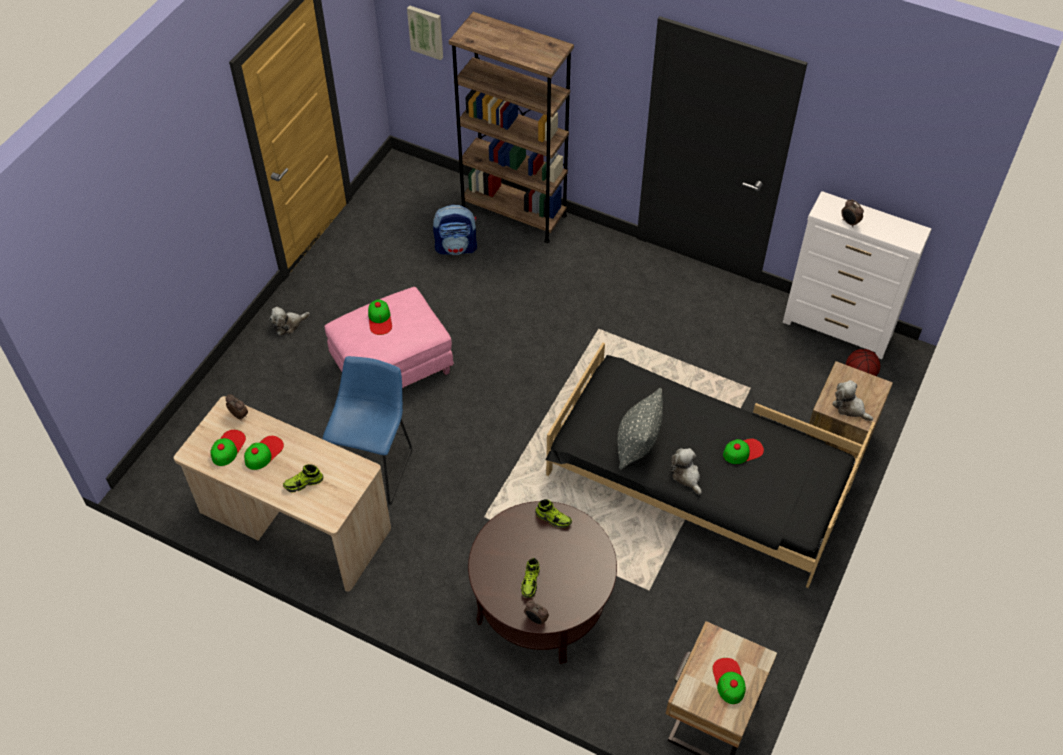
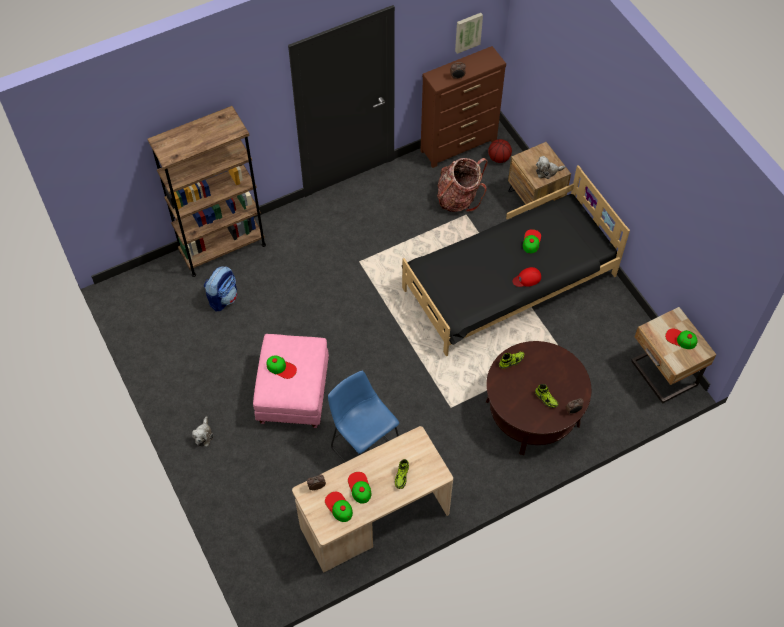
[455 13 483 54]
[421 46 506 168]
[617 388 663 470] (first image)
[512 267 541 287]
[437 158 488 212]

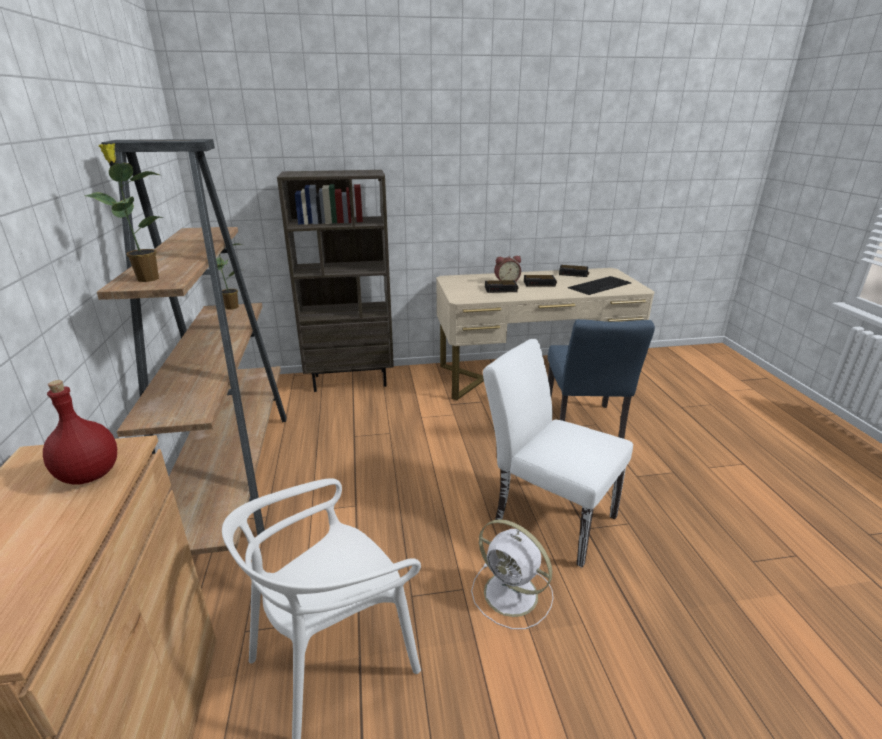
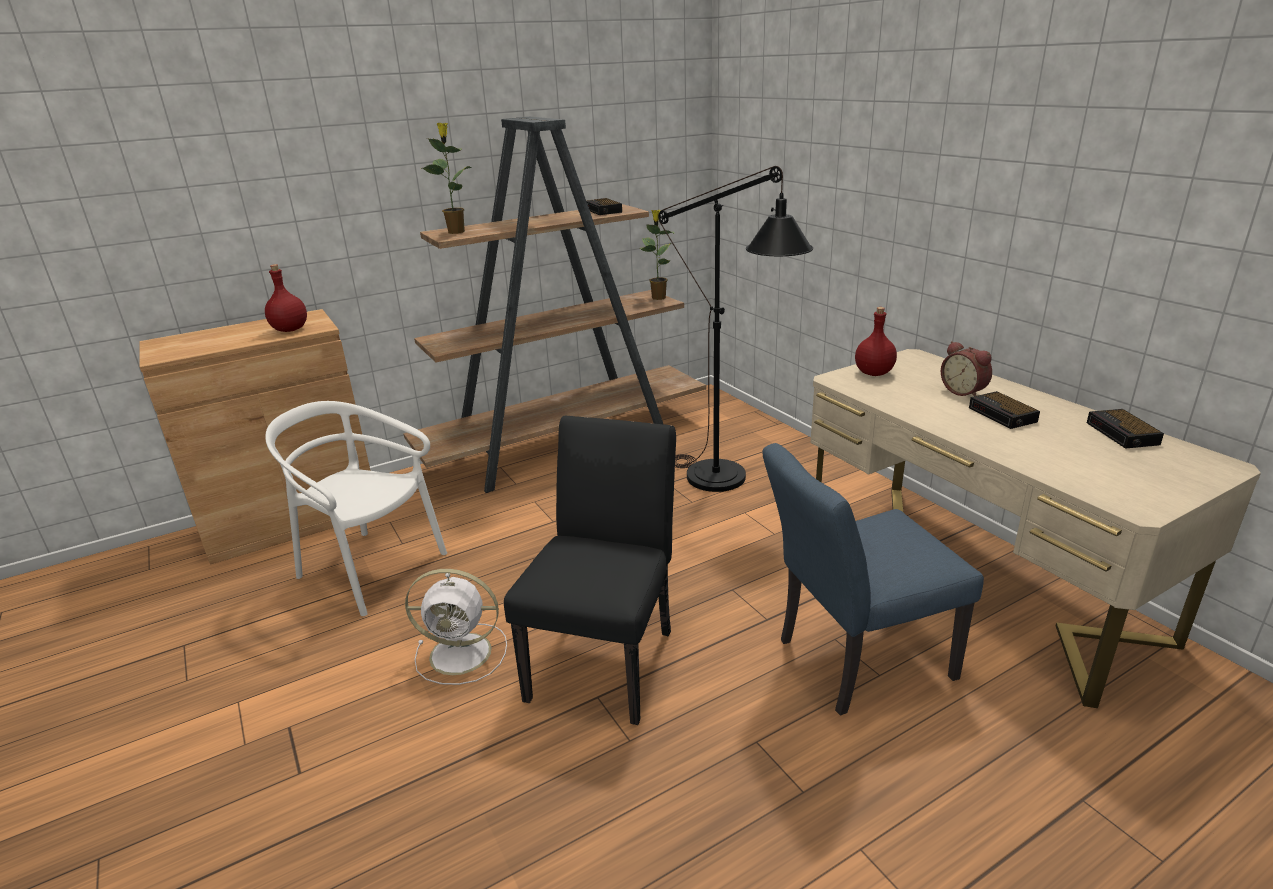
[277 170 394 392] (first image)
[568 276 631 295] (first image)
[586 198 622 215]
[504 416 676 725]
[405 569 507 685]
[658 166 813 492]
[855 307 897 376]

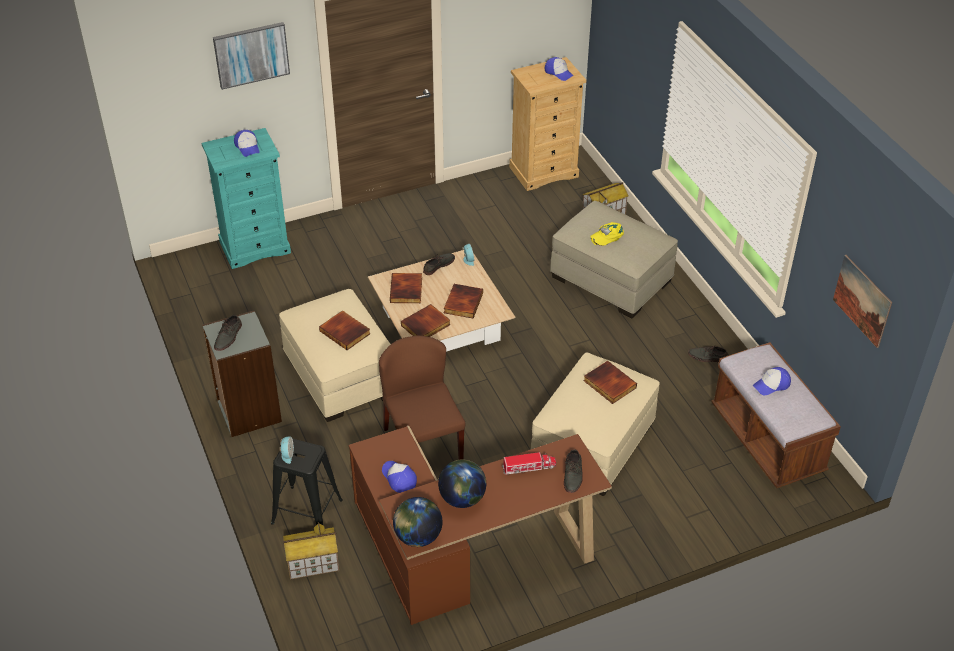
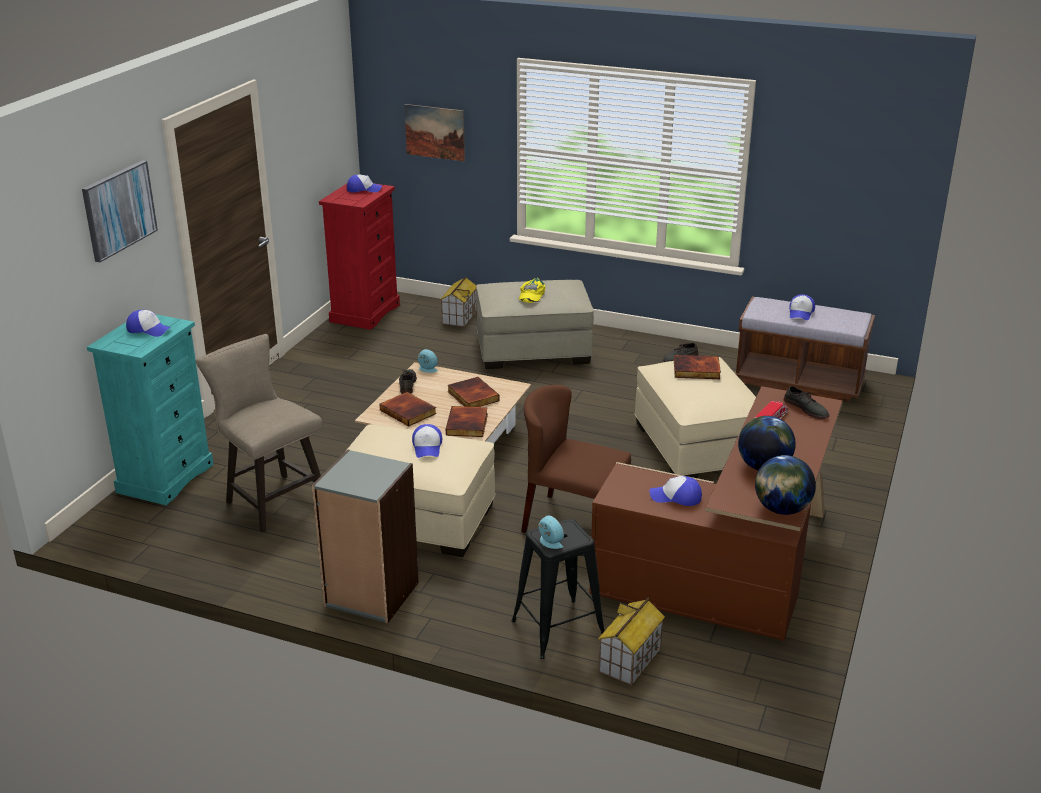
[319 183 400 330]
[404 104 465 161]
[412 424 442 458]
[214 315 242 351] (first image)
[195 334 323 533]

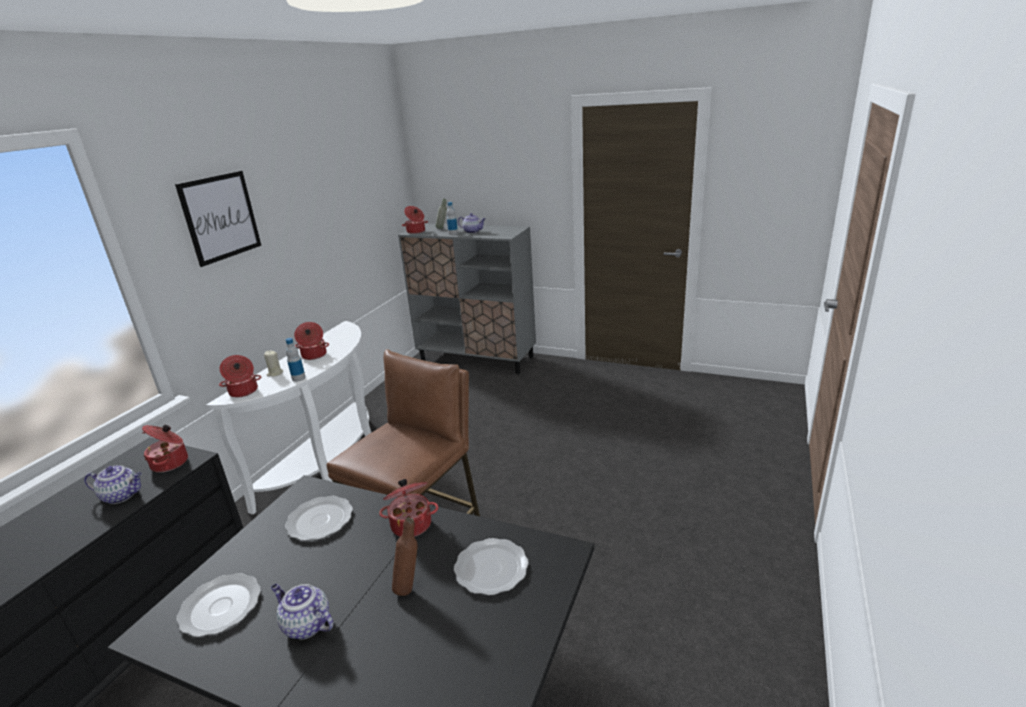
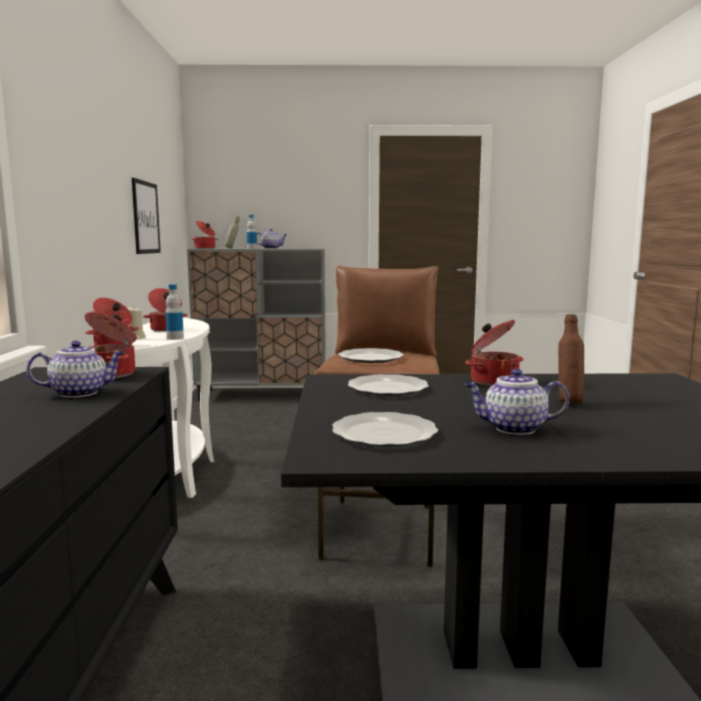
[132 178 161 254]
[338 348 404 363]

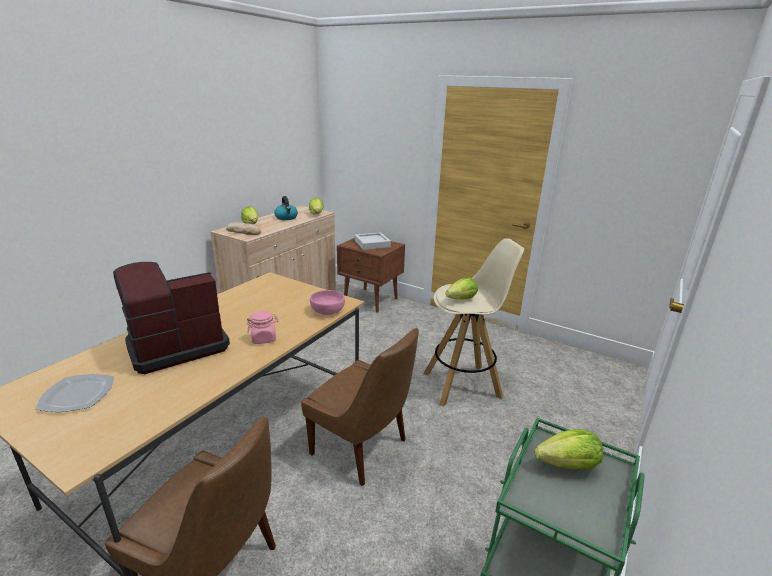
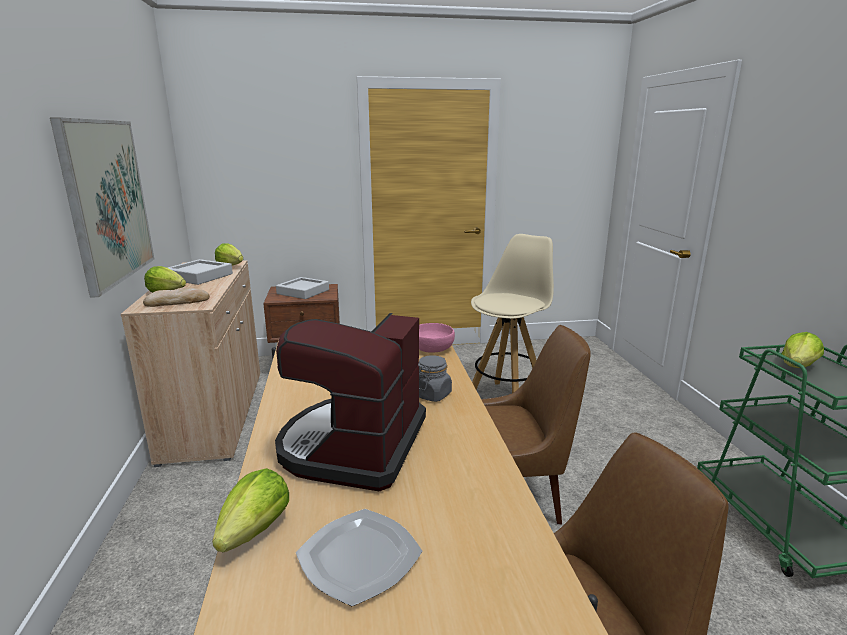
[168 259 233 285]
[212 468 289 552]
[418 355 452 402]
[50 117 154 298]

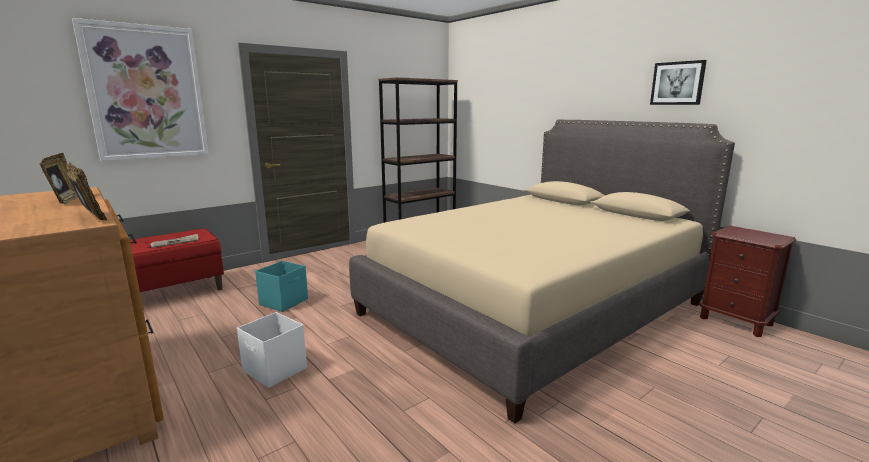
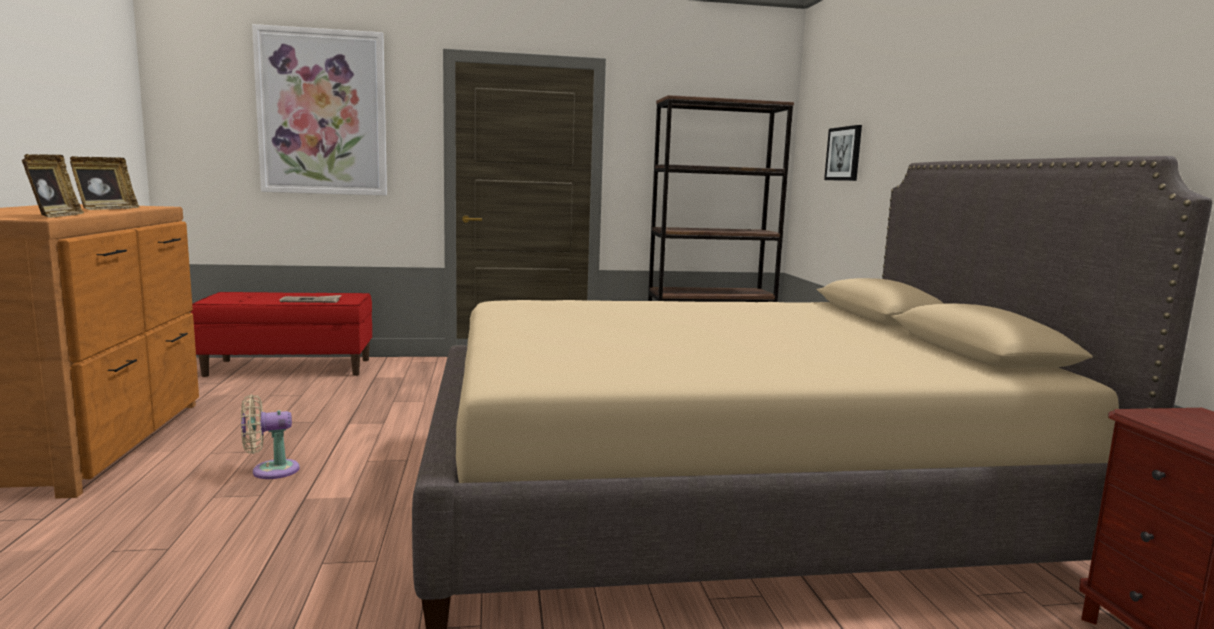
[824 125 862 181]
[255 261 308 312] (first image)
[241 394 300 479]

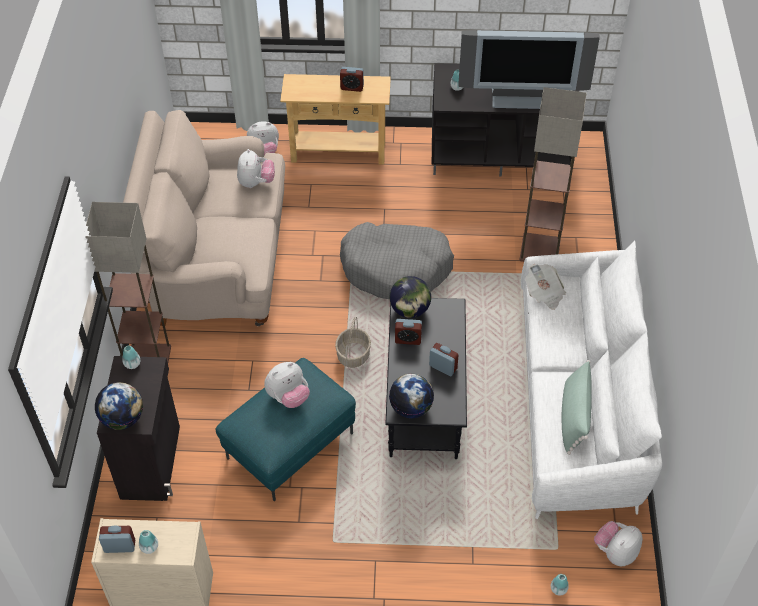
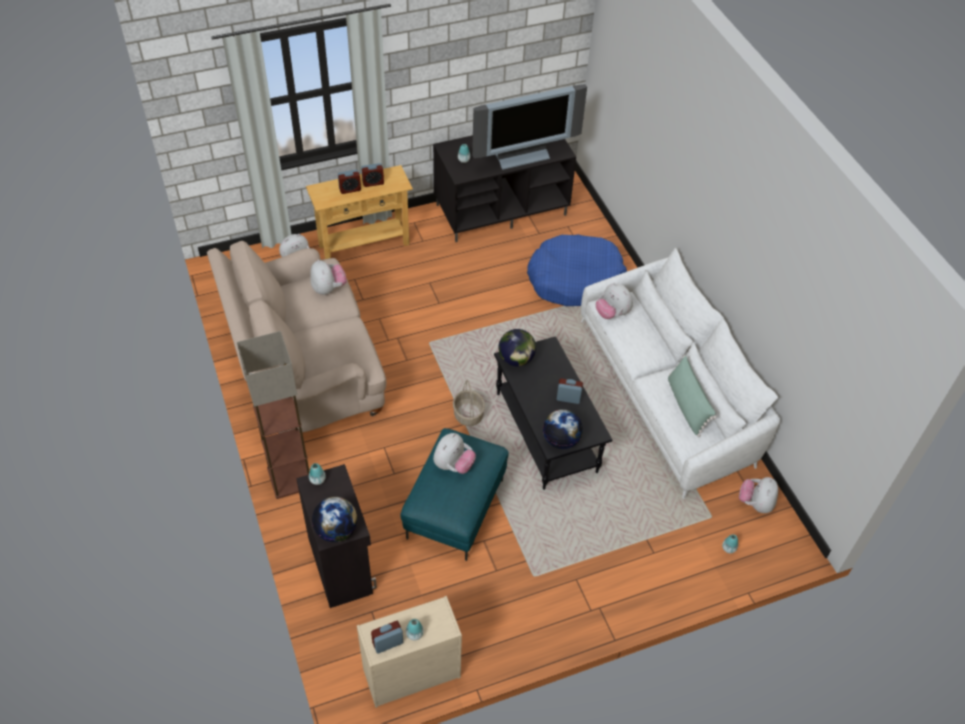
[527 234 627 306]
[340 222 454 299] (first image)
[596 283 633 319]
[338 170 361 194]

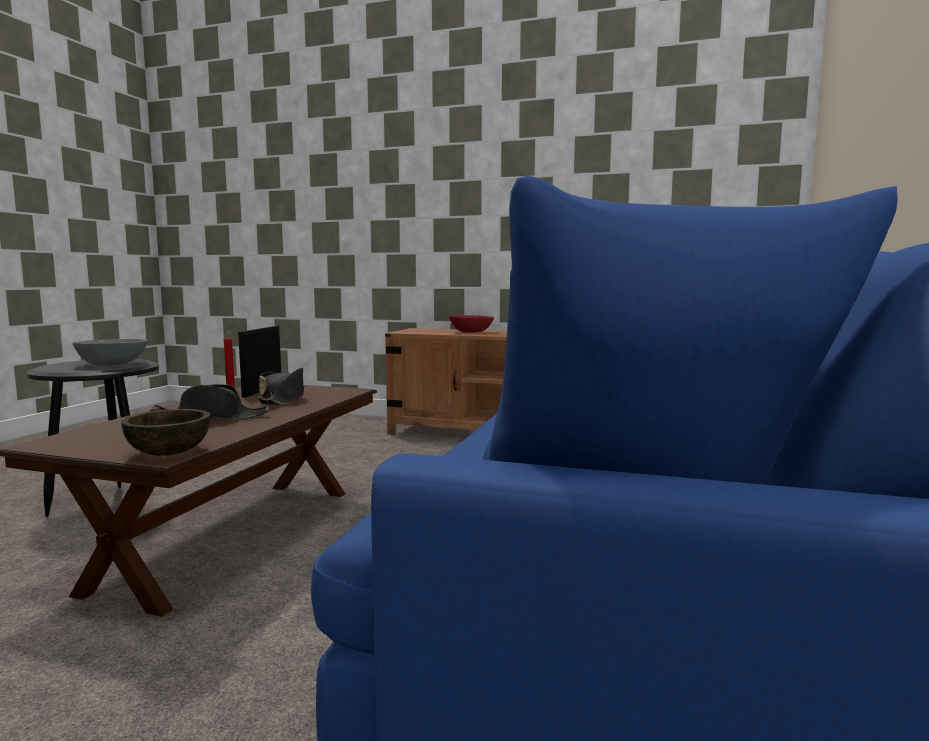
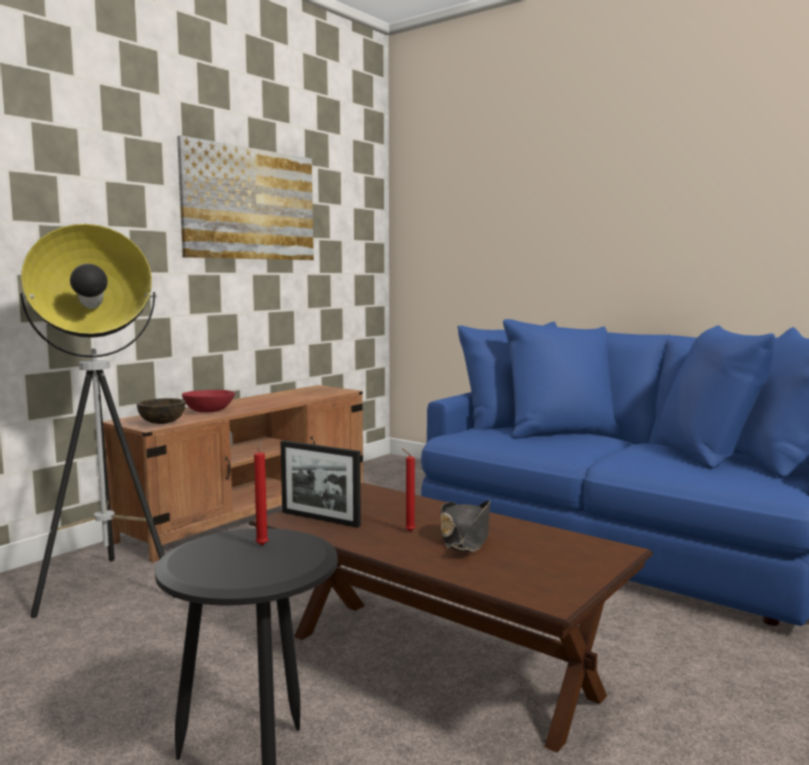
[254 441 269 546]
[258 368 304 405] (first image)
[137 398 186 424]
[177 135 314 260]
[20 224 175 618]

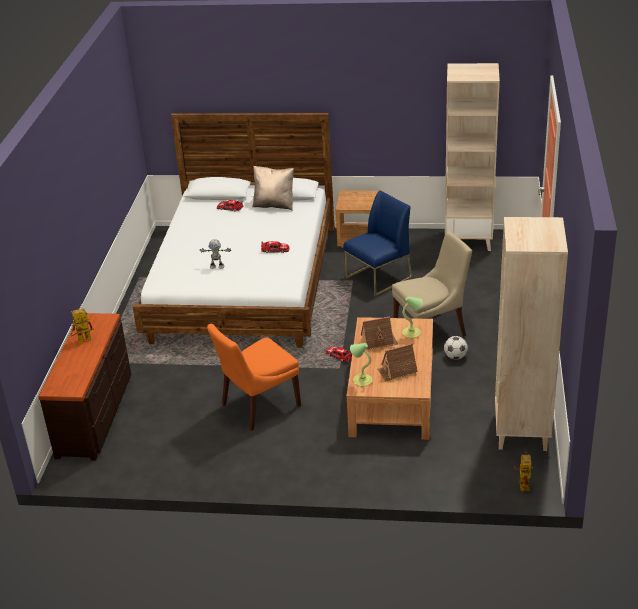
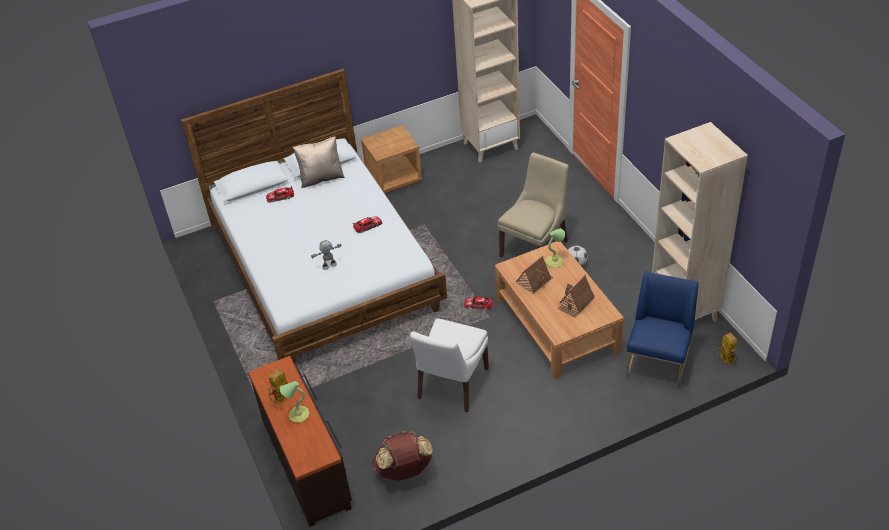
[626 271 698 389]
[410 319 489 412]
[280 381 309 422]
[372 430 433 481]

